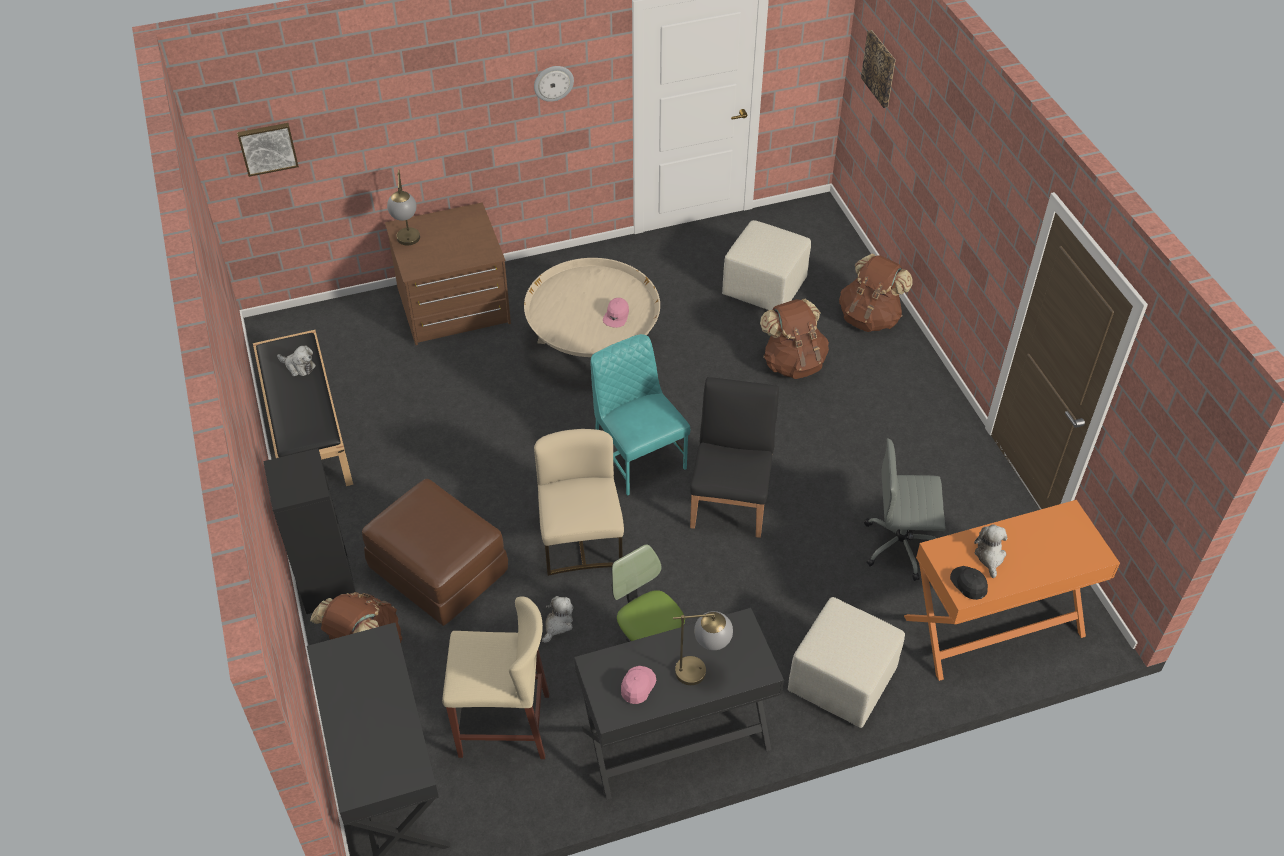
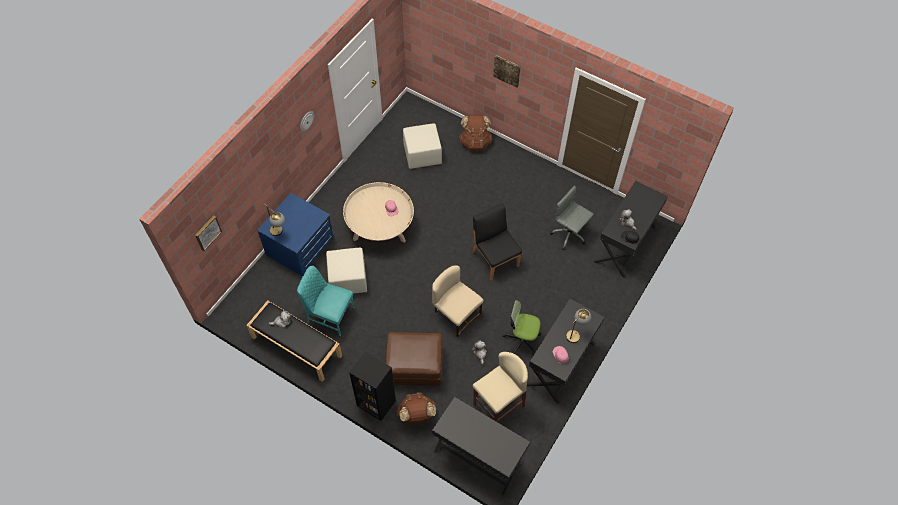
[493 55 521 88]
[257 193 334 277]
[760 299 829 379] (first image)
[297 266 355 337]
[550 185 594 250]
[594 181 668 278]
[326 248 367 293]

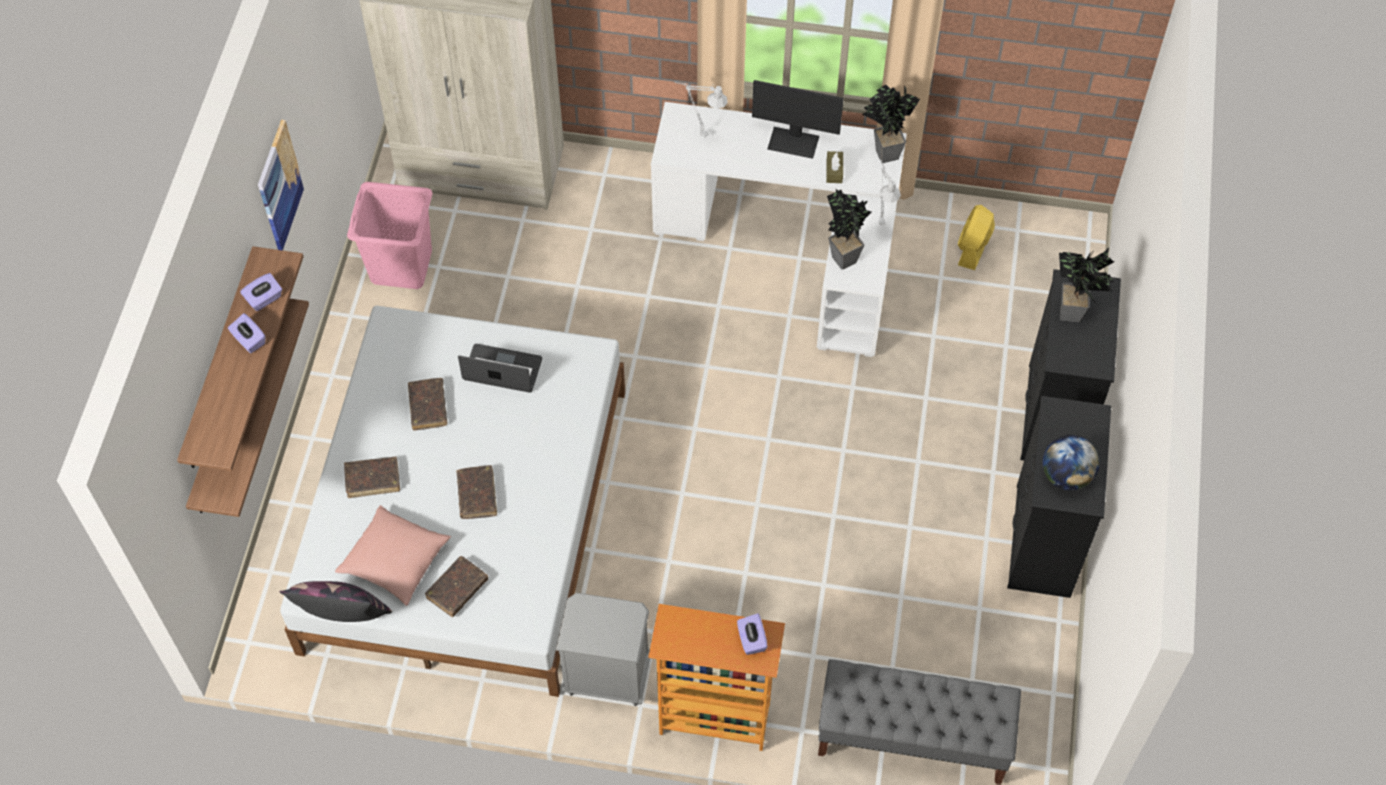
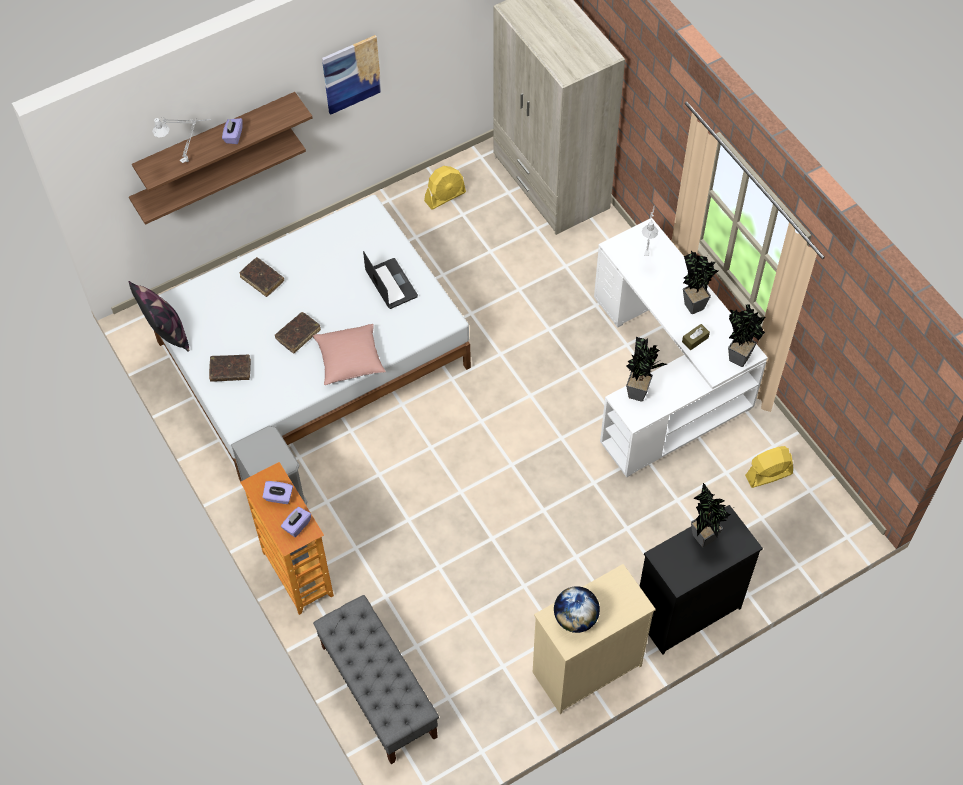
[683 251 718 314]
[152 118 211 163]
[424 166 466 210]
[263 481 293 504]
[408 378 447 431] (first image)
[533 564 656 714]
[313 324 386 385]

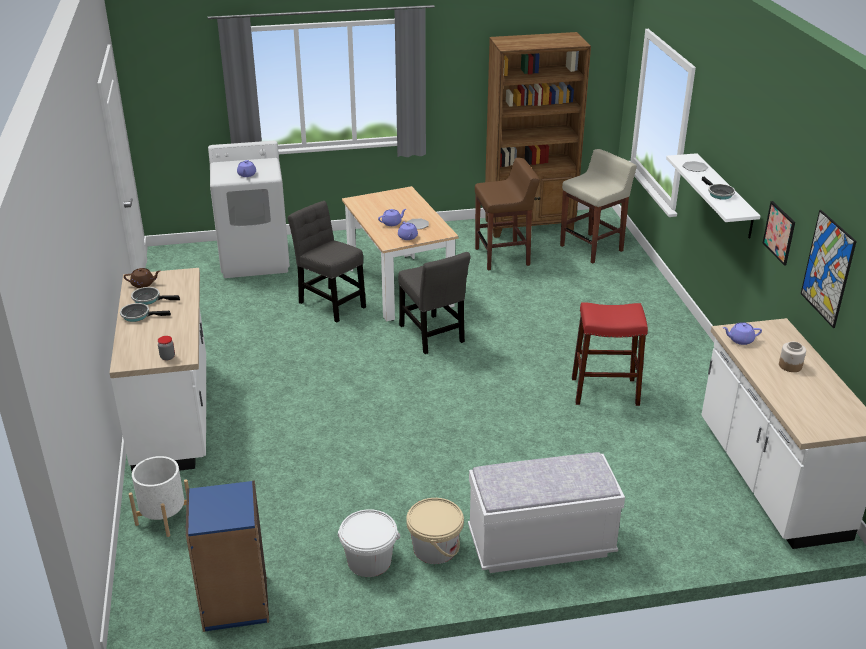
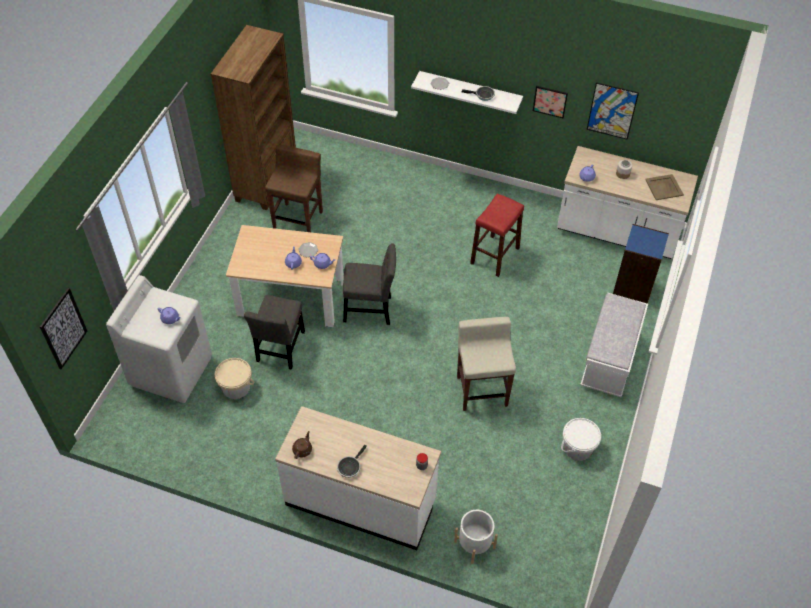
[457 317 516 411]
[244 295 305 370]
[131 287 180 305] (first image)
[613 224 669 304]
[215 358 254 399]
[645 174 684 200]
[40 288 87 369]

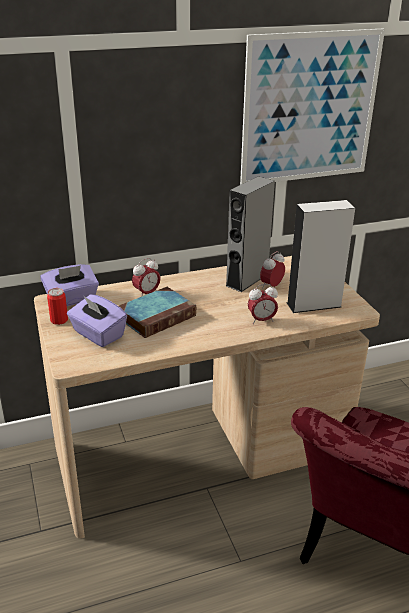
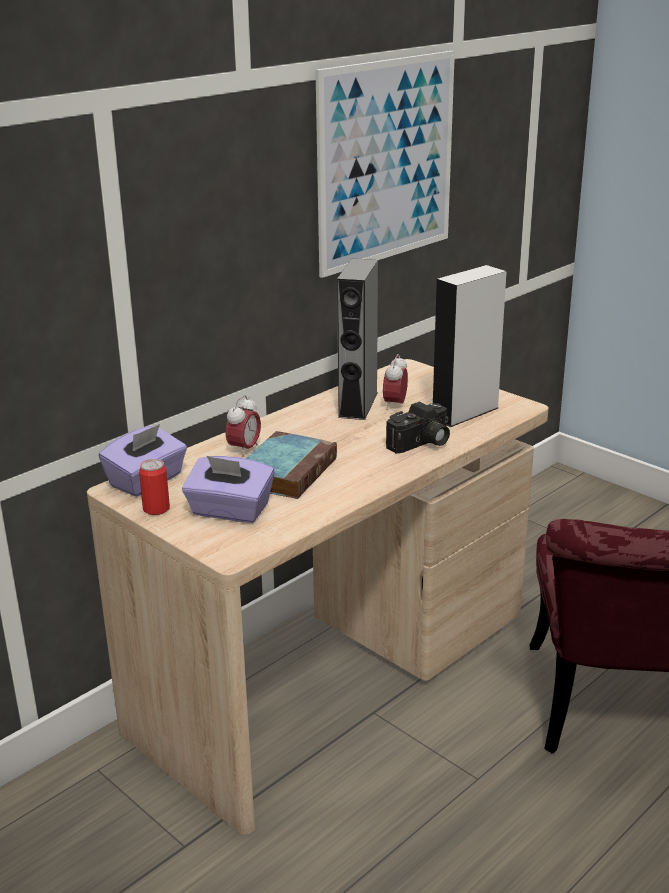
[386 402 450 453]

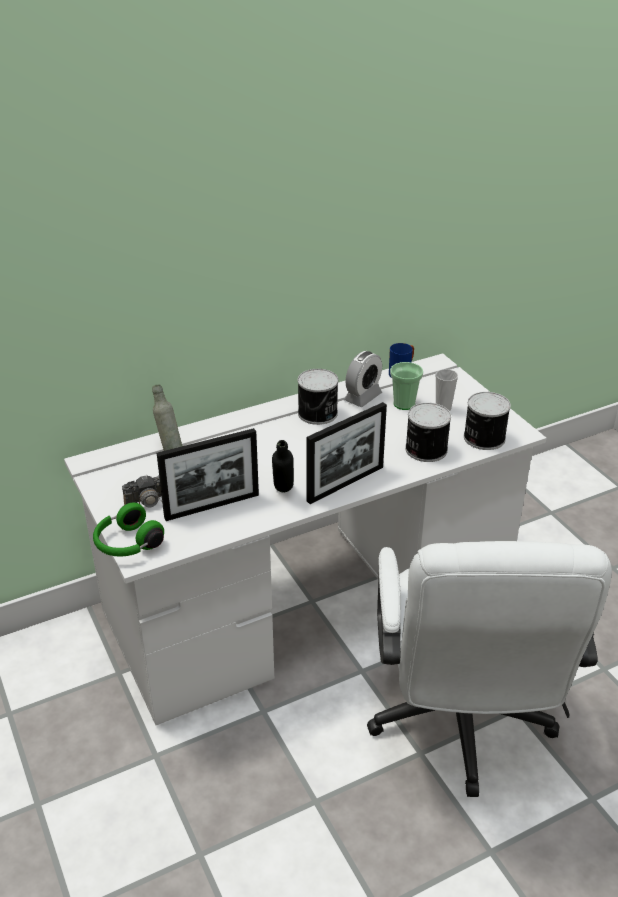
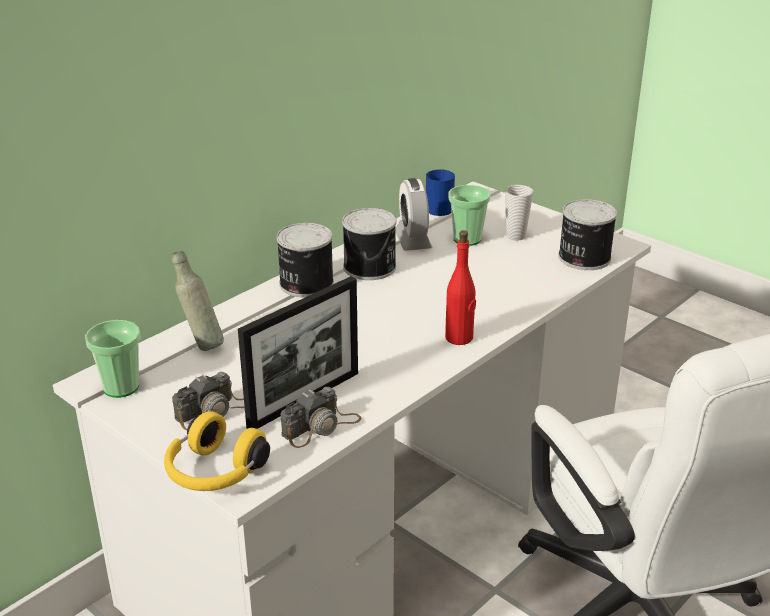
[396 178 432 251]
[445 230 476 345]
[277 223 334 298]
[272 440 294 493] (first image)
[164 411 270 491]
[85 320 141 398]
[281 387 361 448]

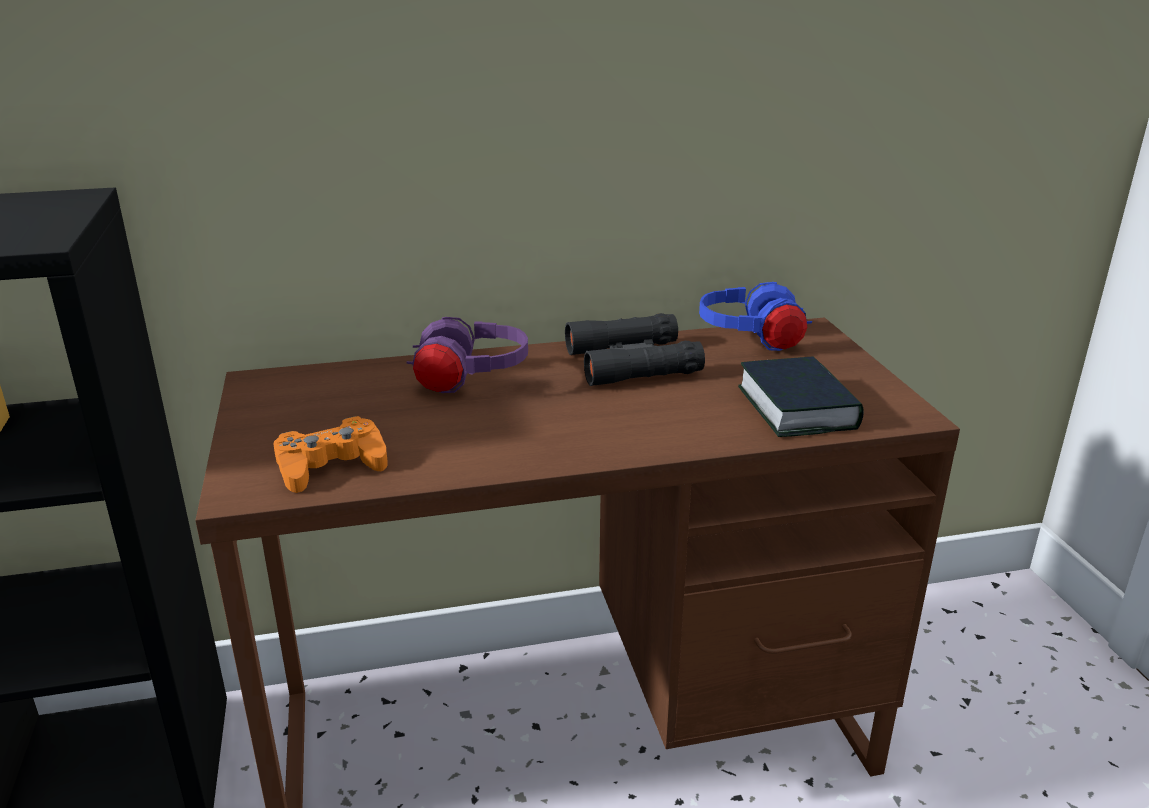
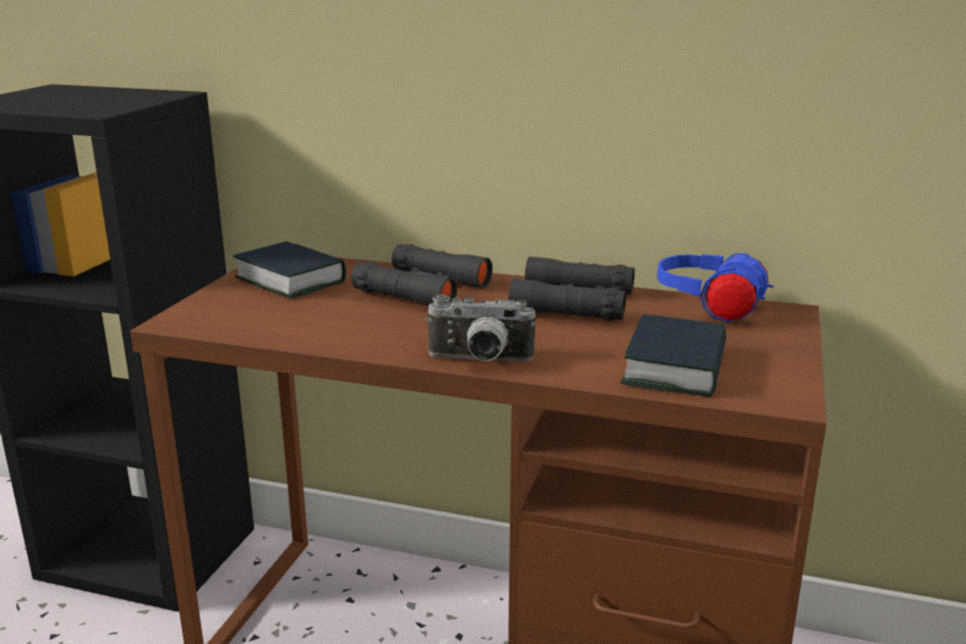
[351 244 493 306]
[273 416 388 493] (first image)
[233 241 346 299]
[426 294 536 362]

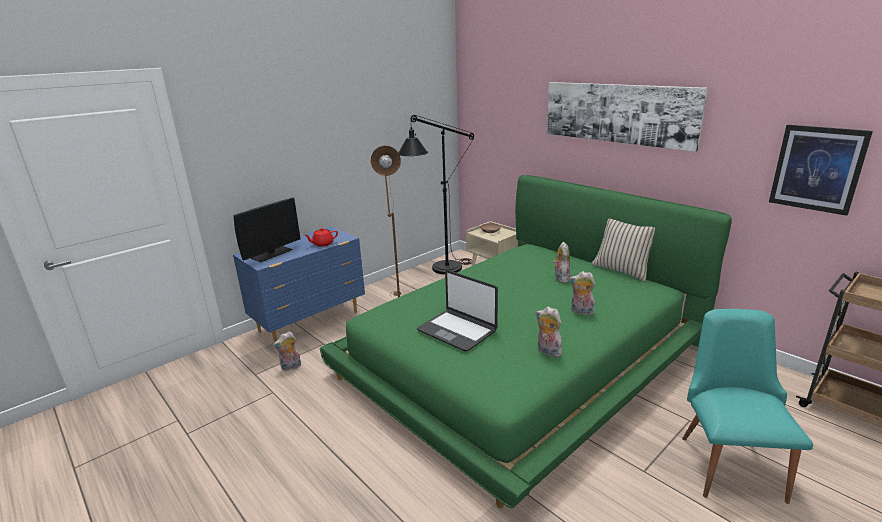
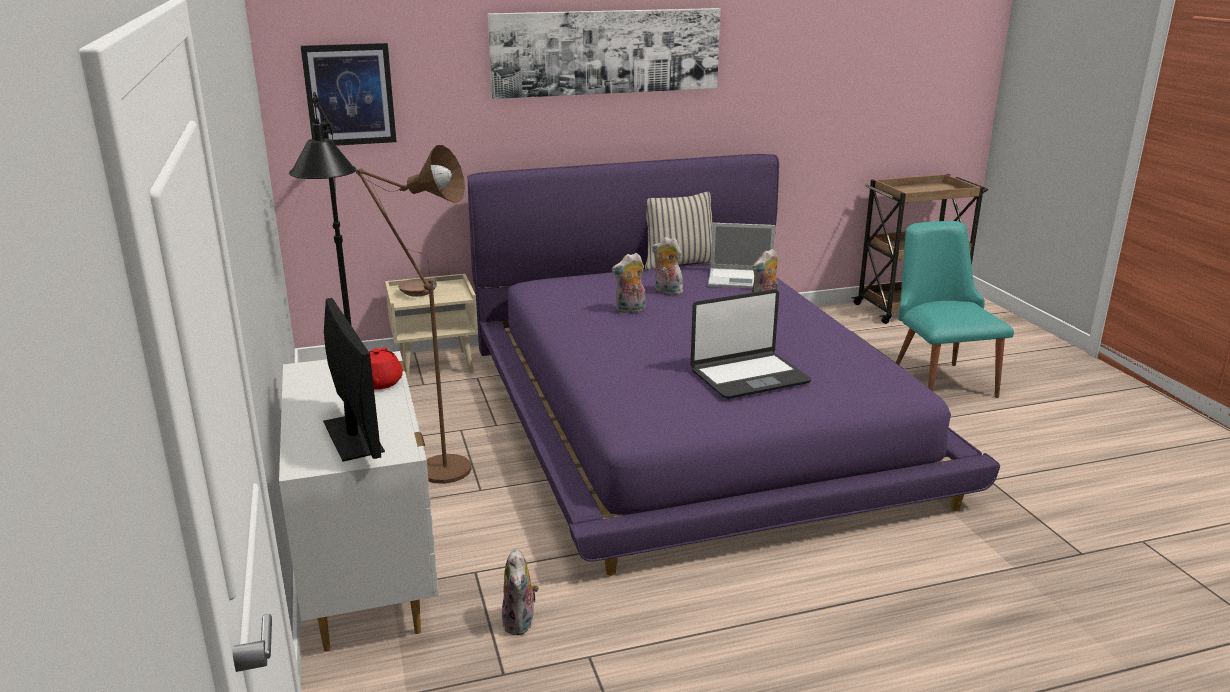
[301 43 397 146]
[467 154 1000 576]
[279 351 439 652]
[612 253 645 314]
[896 221 1014 398]
[708 223 776 289]

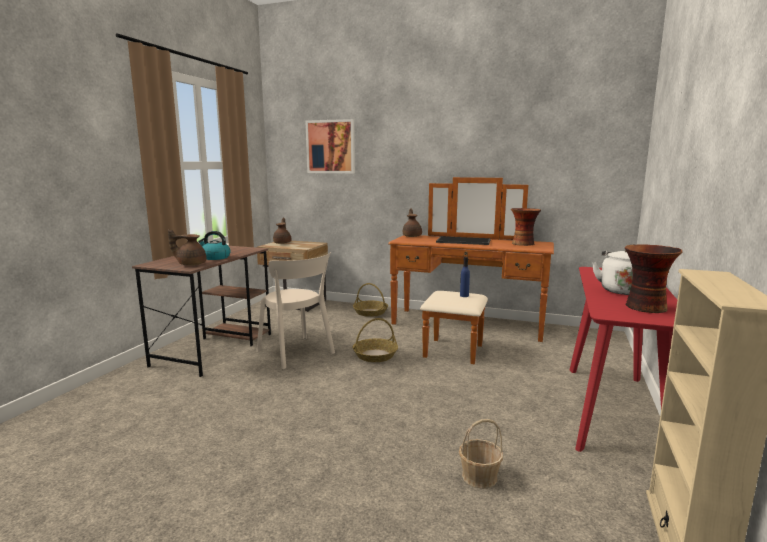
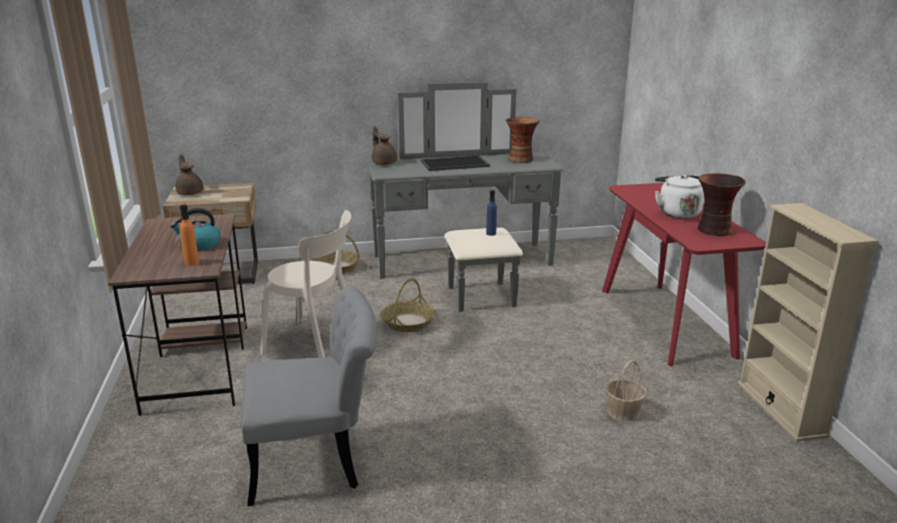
[305 119 355 173] (first image)
[367 82 564 312]
[180 205 199 266]
[241 286 377 506]

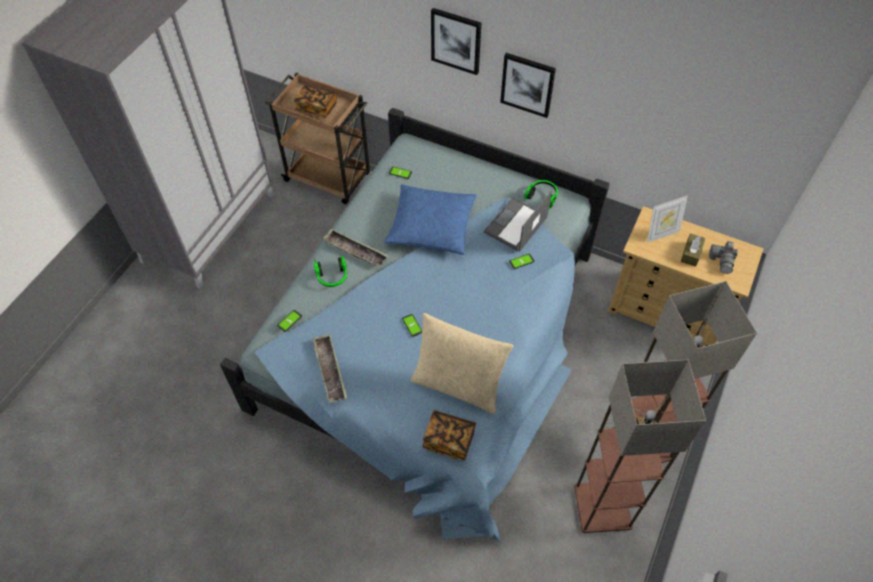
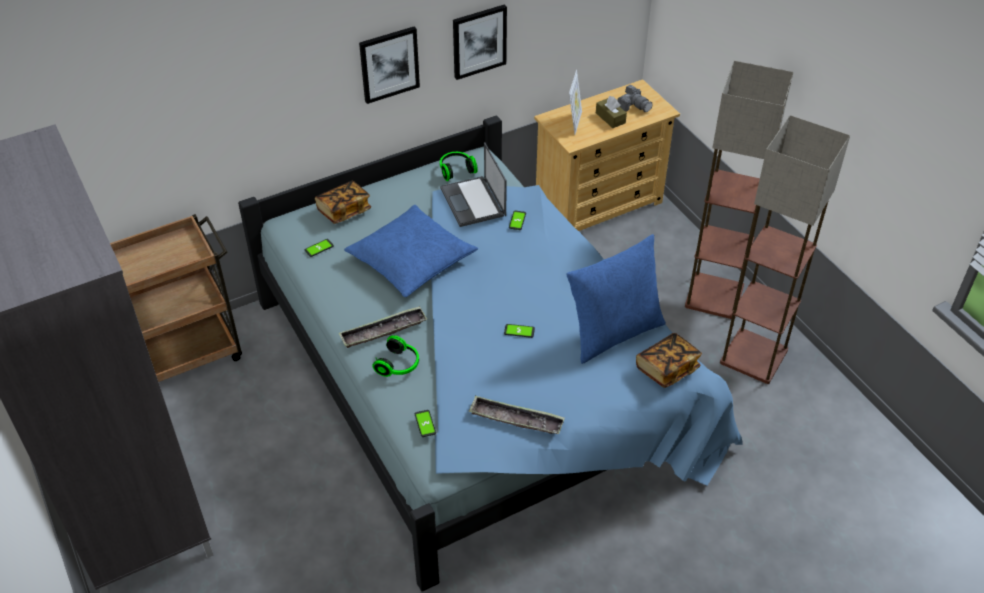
[453 4 507 80]
[315 181 371 224]
[566 234 666 364]

